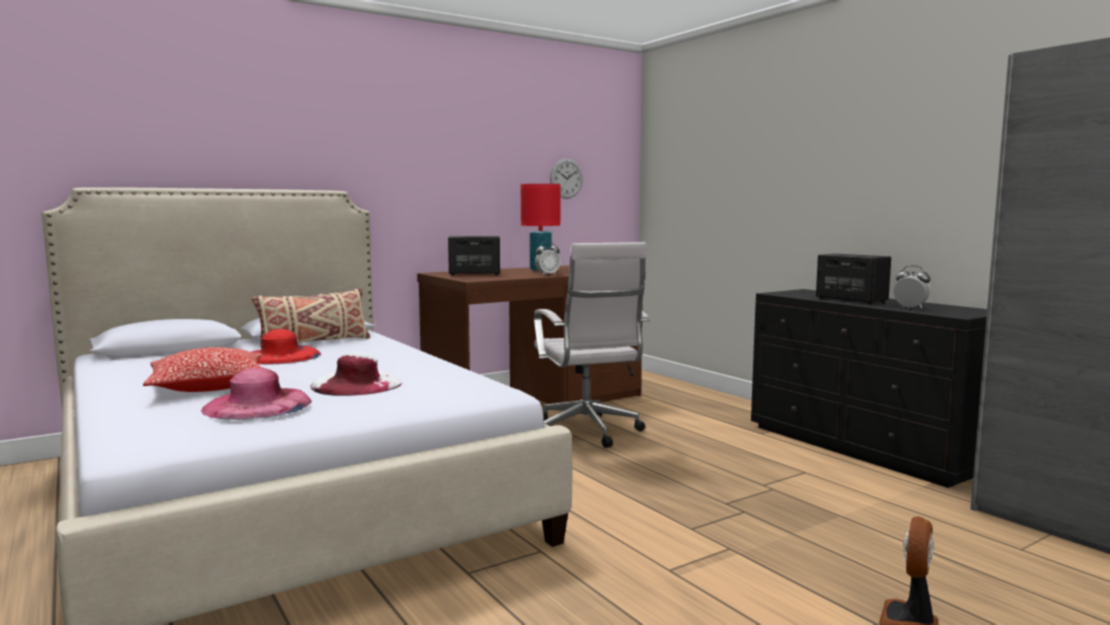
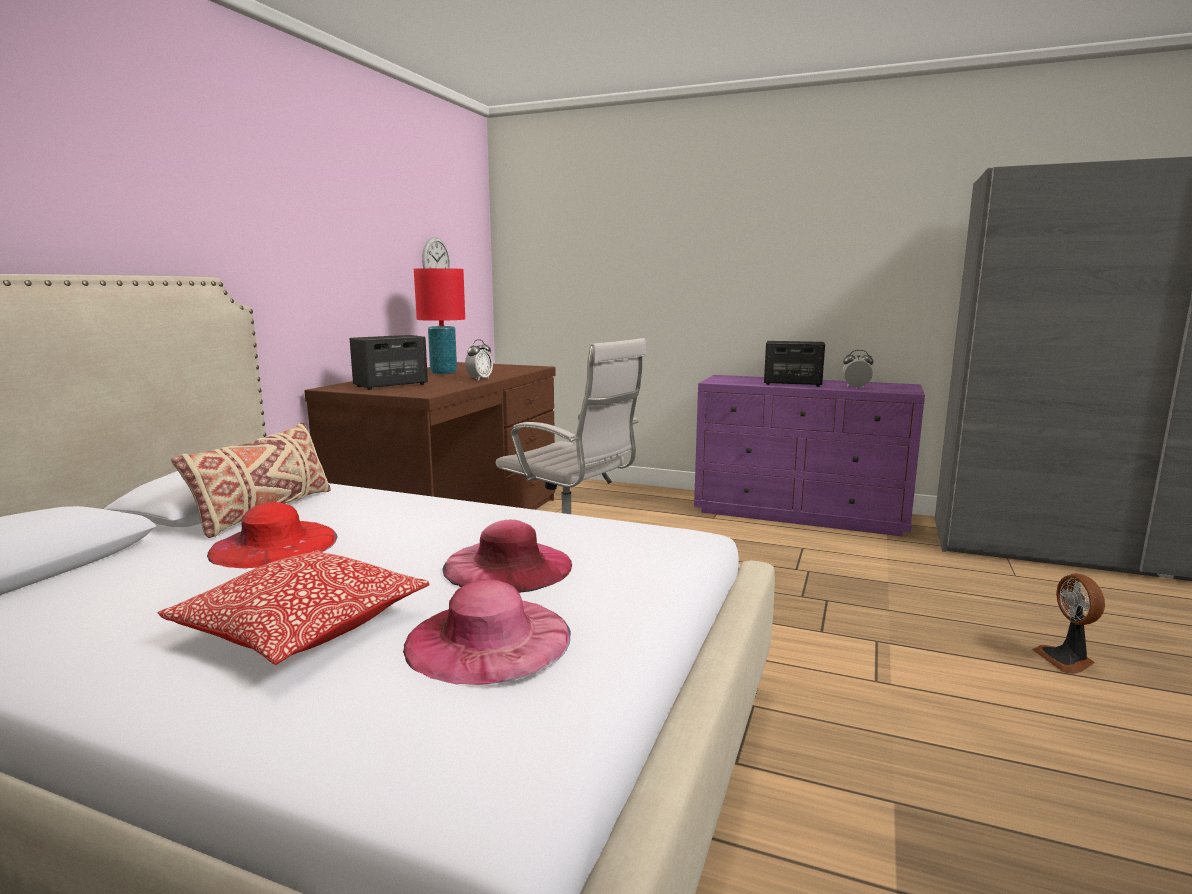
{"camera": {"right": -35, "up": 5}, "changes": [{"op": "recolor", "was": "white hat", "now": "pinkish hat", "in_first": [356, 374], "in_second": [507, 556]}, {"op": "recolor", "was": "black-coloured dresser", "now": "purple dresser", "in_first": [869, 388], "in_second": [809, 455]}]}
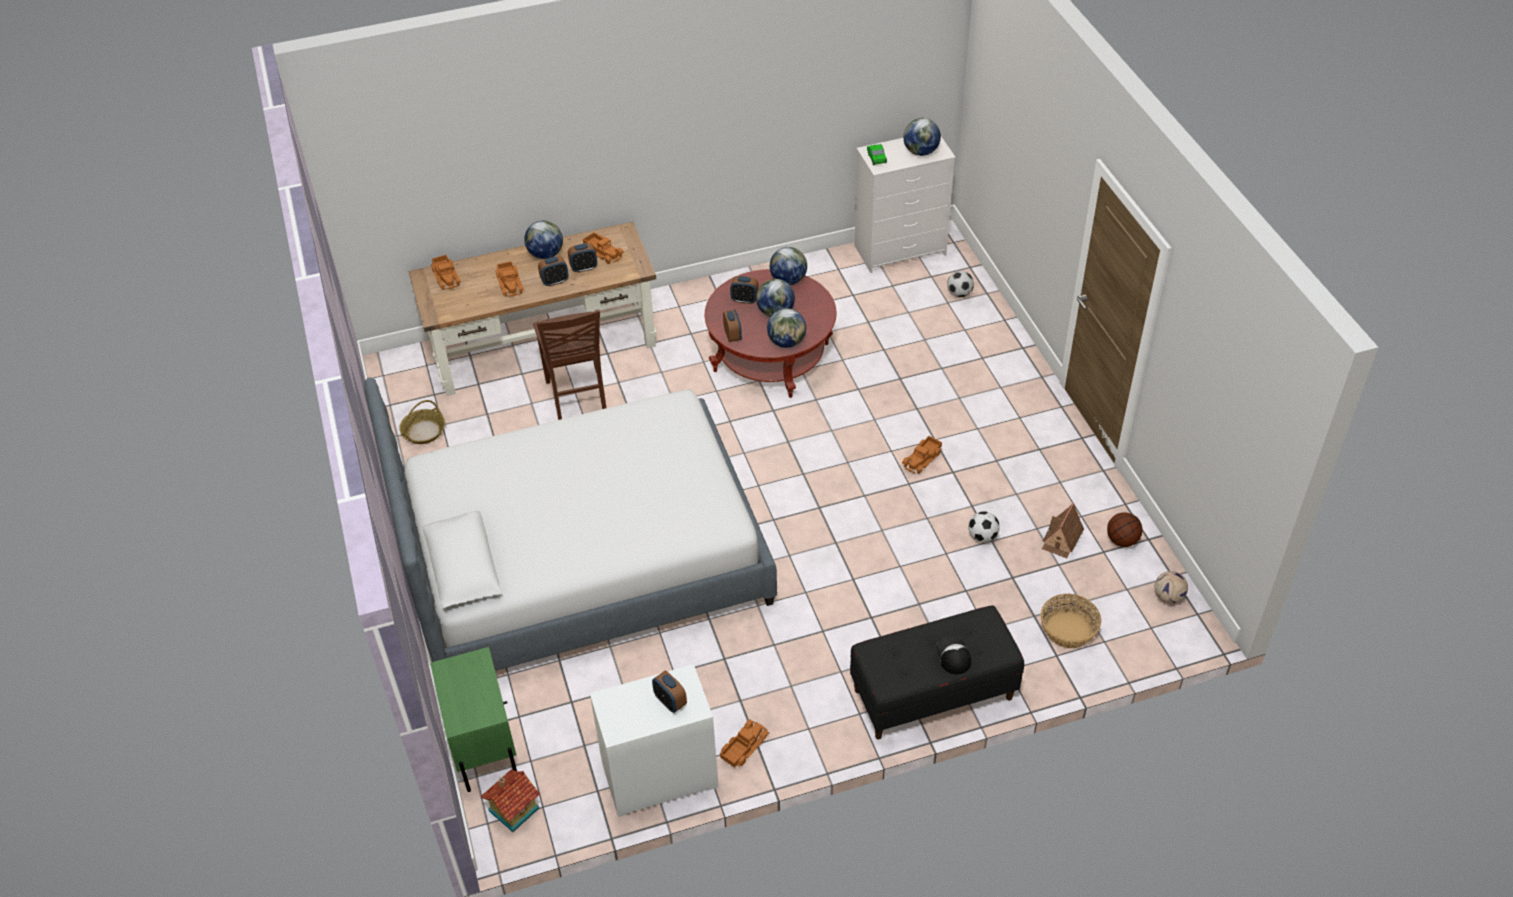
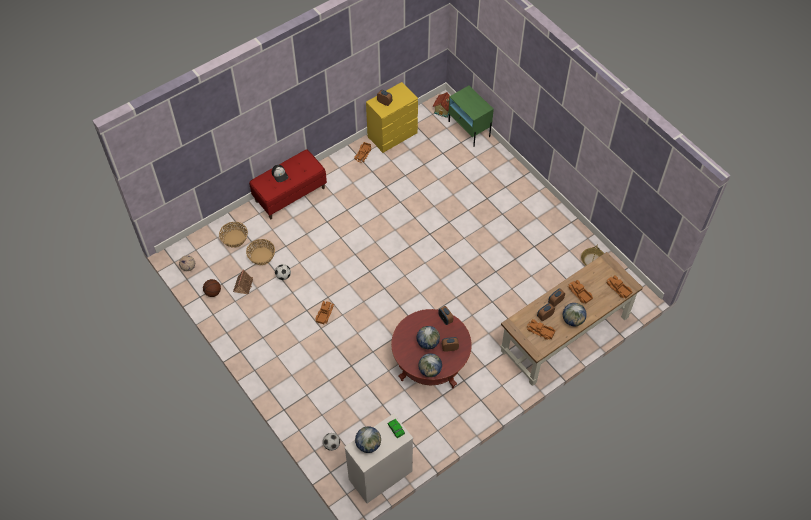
{"camera": {"right": 160, "up": 10}, "changes": [{"op": "insert", "now": "household basket", "in_second": [260, 252]}, {"op": "recolor", "was": "black-coloured bench", "now": "red-coloured bench", "in_first": [937, 672], "in_second": [288, 185]}, {"op": "recolor", "was": "white dresser", "now": "yellowish dresser", "in_first": [654, 740], "in_second": [392, 117]}, {"op": "delete", "was": "sleeping bed", "in_first": [570, 524]}, {"op": "delete", "was": "brown chair", "in_first": [570, 364]}, {"op": "delete", "was": "desk globe", "in_first": [786, 328]}]}
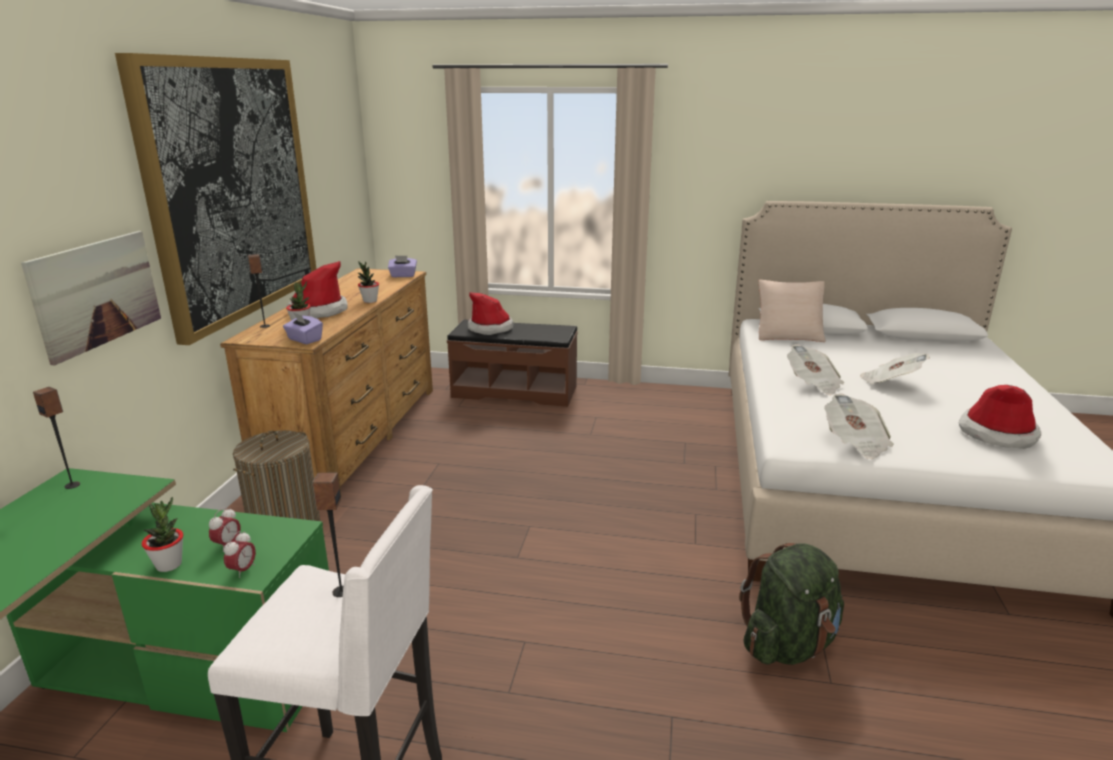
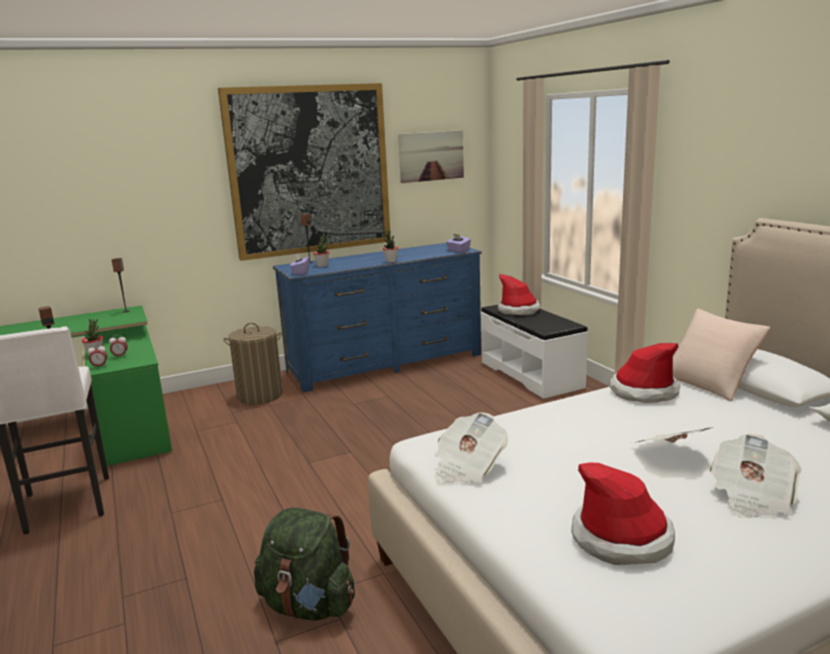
{"camera": {"right": 55, "up": -5}, "changes": [{"op": "recolor", "was": "brown dresser", "now": "blue dresser", "in_first": [326, 381], "in_second": [377, 317]}, {"op": "move", "was": "wall picture", "in_first": [91, 298], "in_second": [431, 156]}, {"op": "recolor", "was": "brown bench", "now": "white bench", "in_first": [512, 363], "in_second": [534, 352]}, {"op": "move", "was": "hat", "in_first": [317, 290], "in_second": [645, 373]}, {"op": "move", "was": "newspaper", "in_first": [815, 369], "in_second": [755, 476]}]}
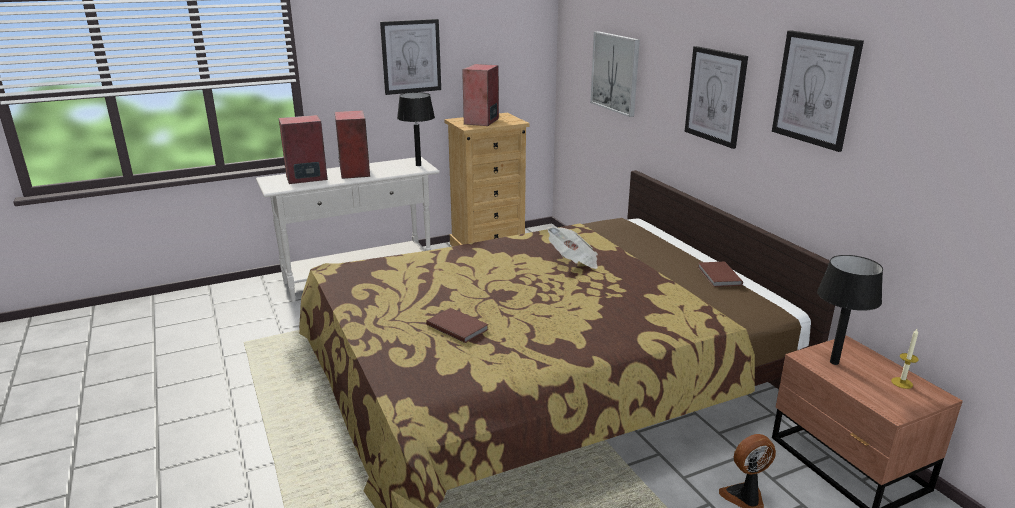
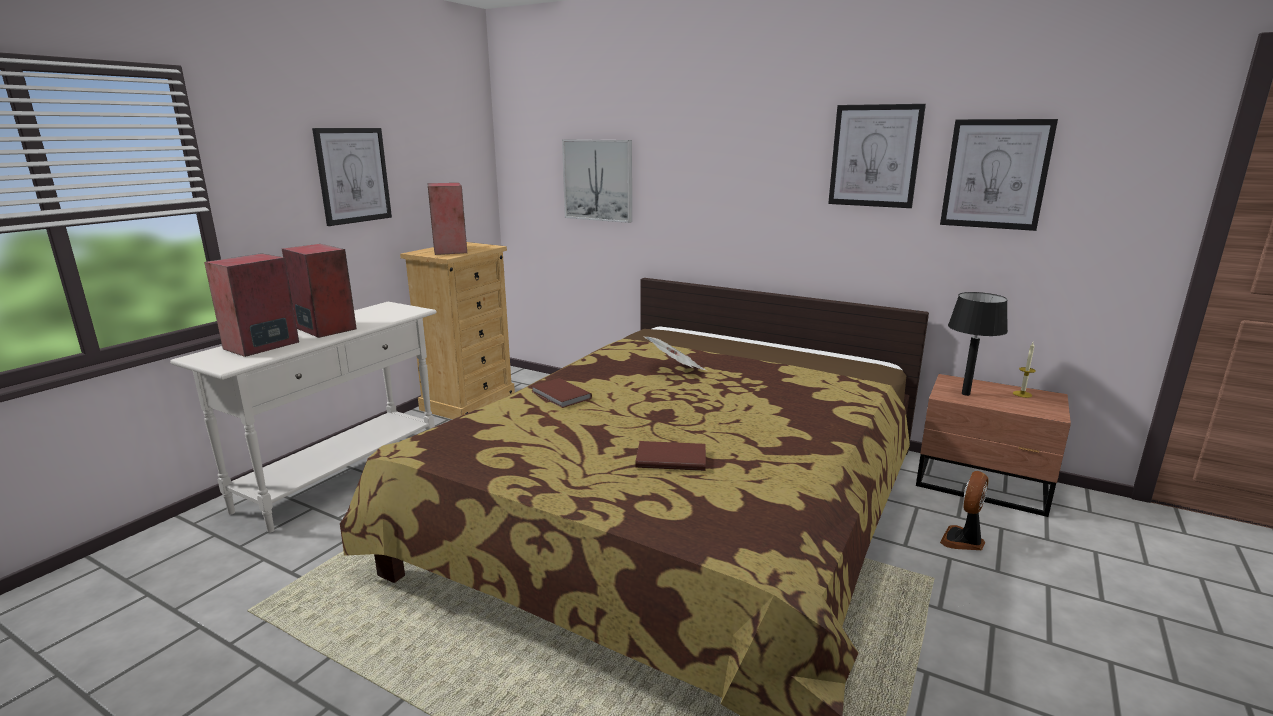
{"camera": {"right": -35, "up": -5}, "changes": [{"op": "move", "was": "brown volume", "in_first": [720, 274], "in_second": [562, 393]}, {"op": "move", "was": "wall picture", "in_first": [716, 97], "in_second": [999, 175]}, {"op": "delete", "was": "black-coloured table lamp", "in_first": [416, 129]}]}
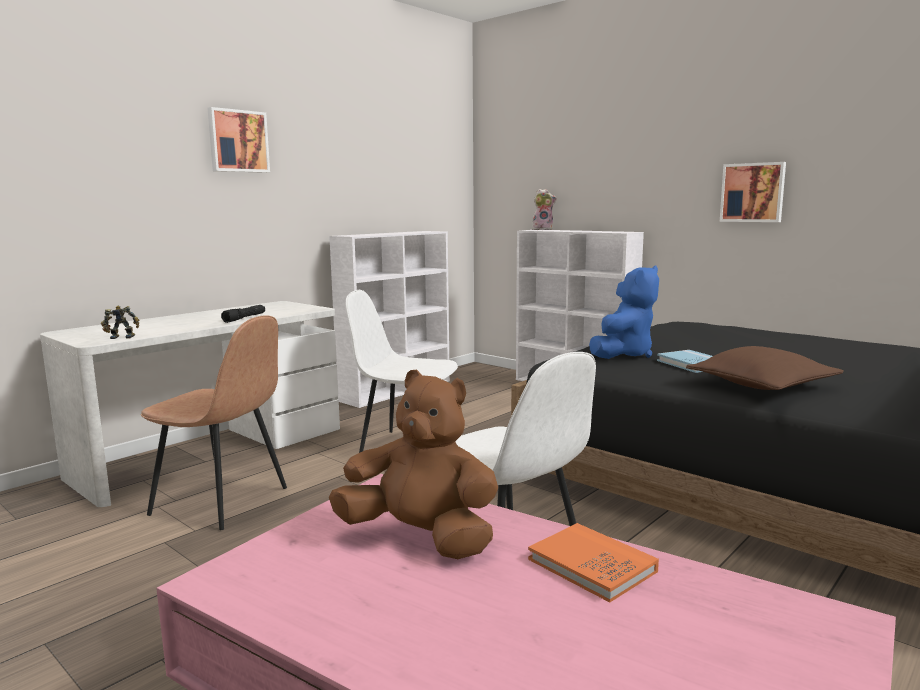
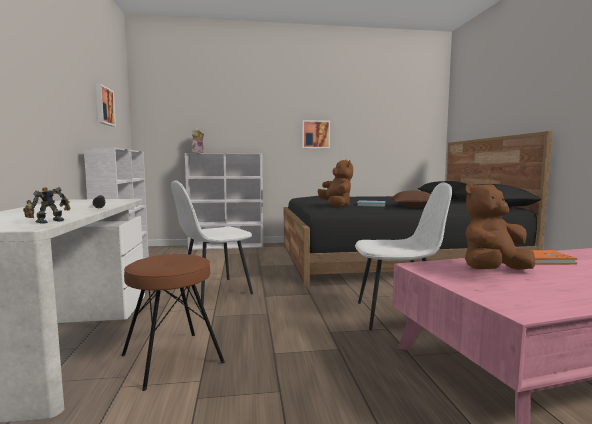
{"camera": {"right": -50, "up": -5}, "changes": [{"op": "move", "was": "wall picture", "in_first": [239, 140], "in_second": [106, 105]}, {"op": "replace", "was": "brown chair", "now": "brown sitting stool", "in_first": [214, 422], "in_second": [173, 322]}, {"op": "recolor", "was": "blue plush toy", "now": "brown plush toy", "in_first": [624, 312], "in_second": [335, 183]}]}
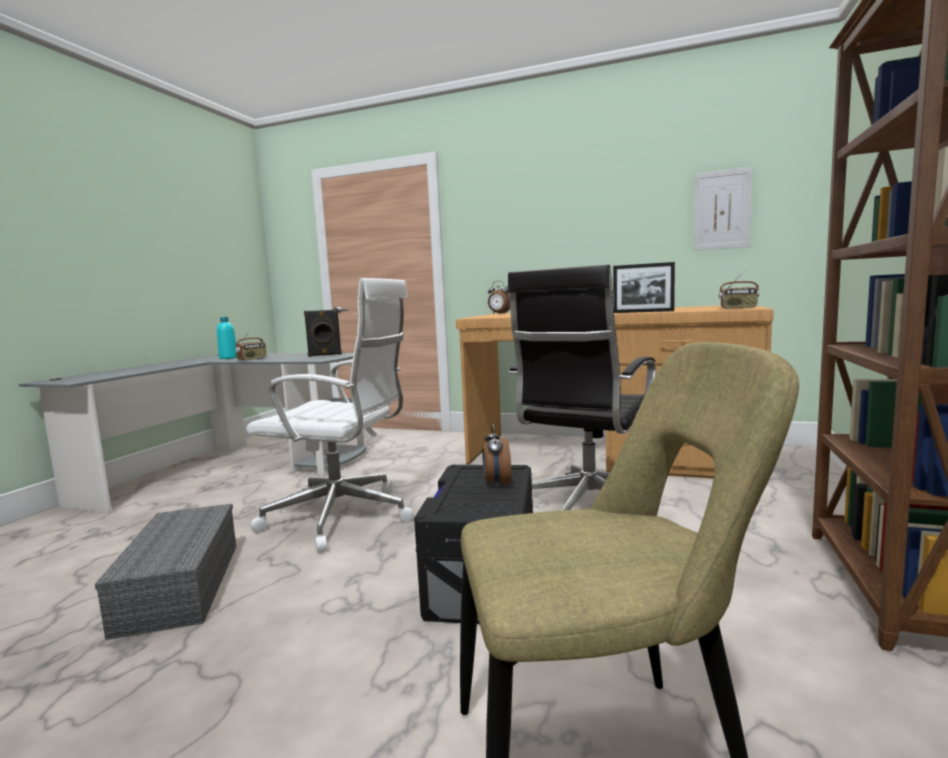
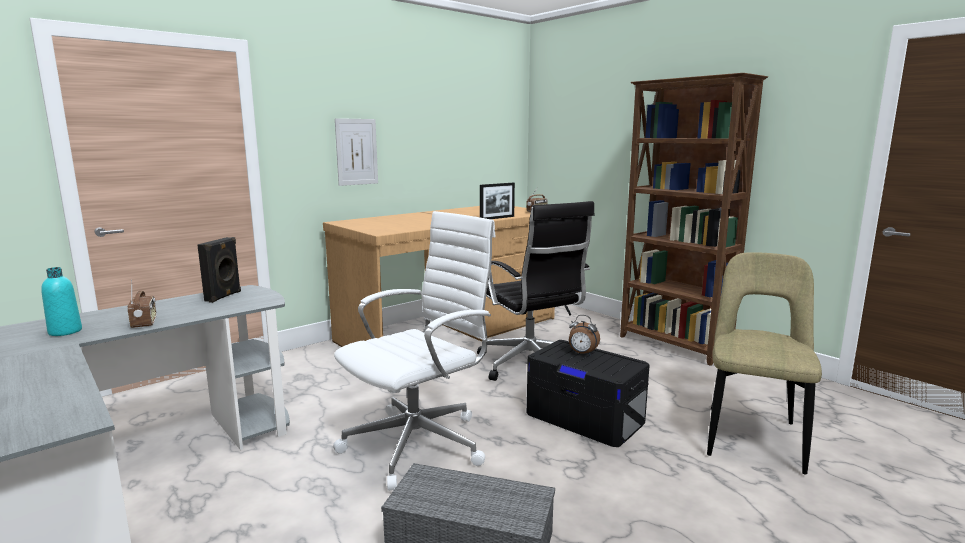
{"camera": {"right": -60, "up": 5}, "changes": [{"op": "move", "was": "wall picture", "in_first": [723, 209], "in_second": [356, 152]}, {"op": "delete", "was": "bedside clock", "in_first": [499, 297]}]}
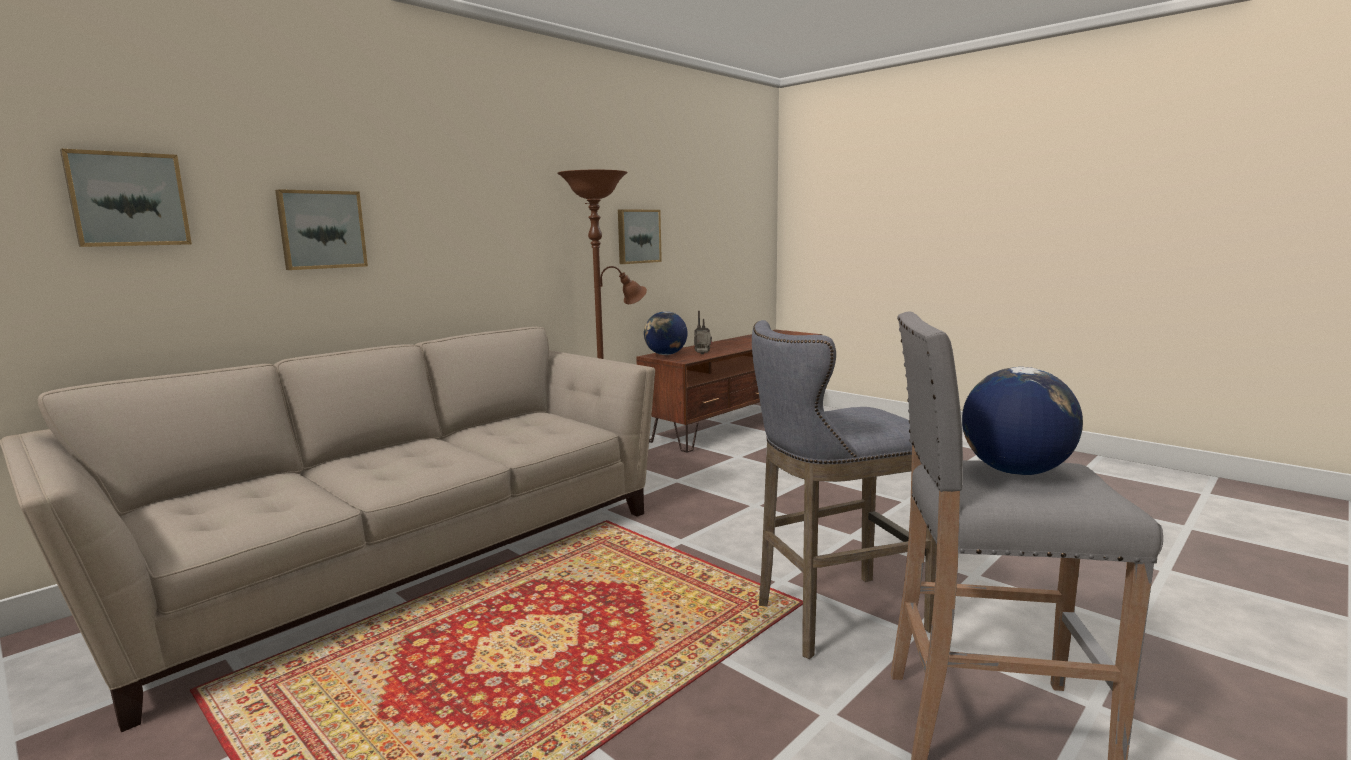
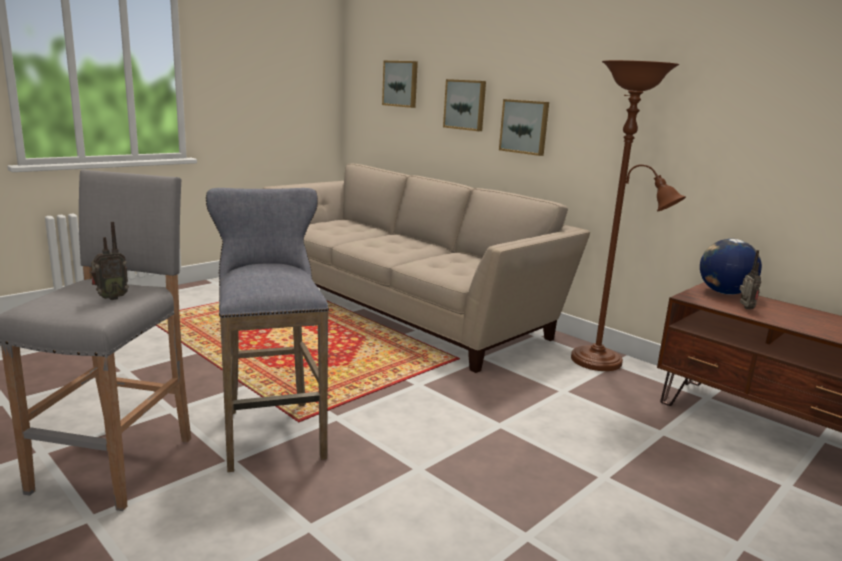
{"camera": {"right": 90, "up": 5}, "changes": [{"op": "replace", "was": "desk globe", "now": "radio", "in_first": [1022, 421], "in_second": [110, 260]}, {"op": "move", "was": "wall picture", "in_first": [640, 236], "in_second": [524, 127]}]}
